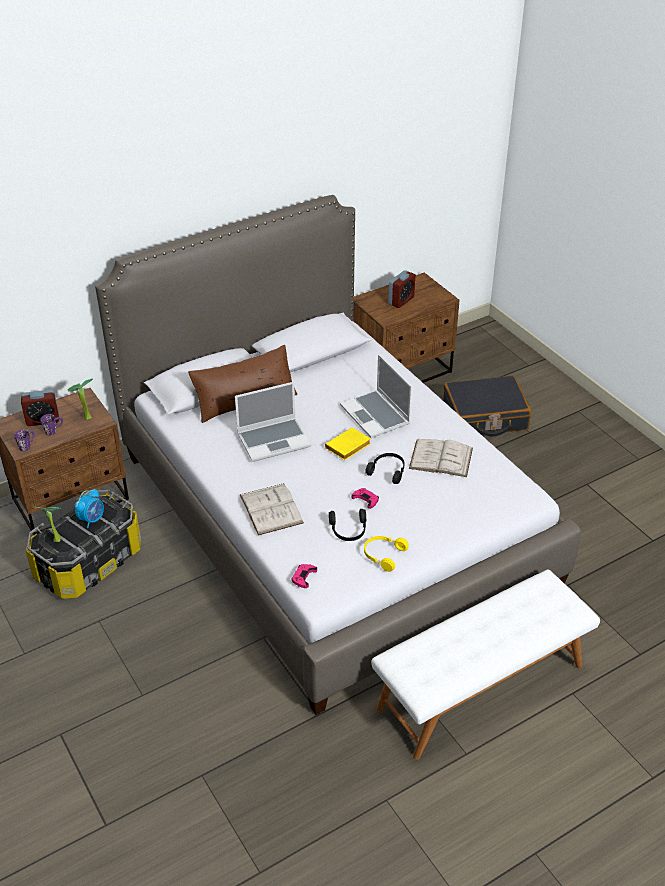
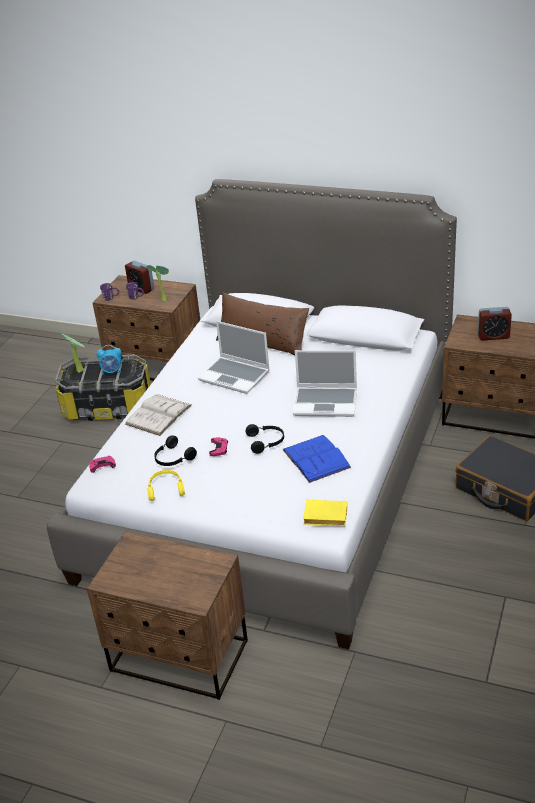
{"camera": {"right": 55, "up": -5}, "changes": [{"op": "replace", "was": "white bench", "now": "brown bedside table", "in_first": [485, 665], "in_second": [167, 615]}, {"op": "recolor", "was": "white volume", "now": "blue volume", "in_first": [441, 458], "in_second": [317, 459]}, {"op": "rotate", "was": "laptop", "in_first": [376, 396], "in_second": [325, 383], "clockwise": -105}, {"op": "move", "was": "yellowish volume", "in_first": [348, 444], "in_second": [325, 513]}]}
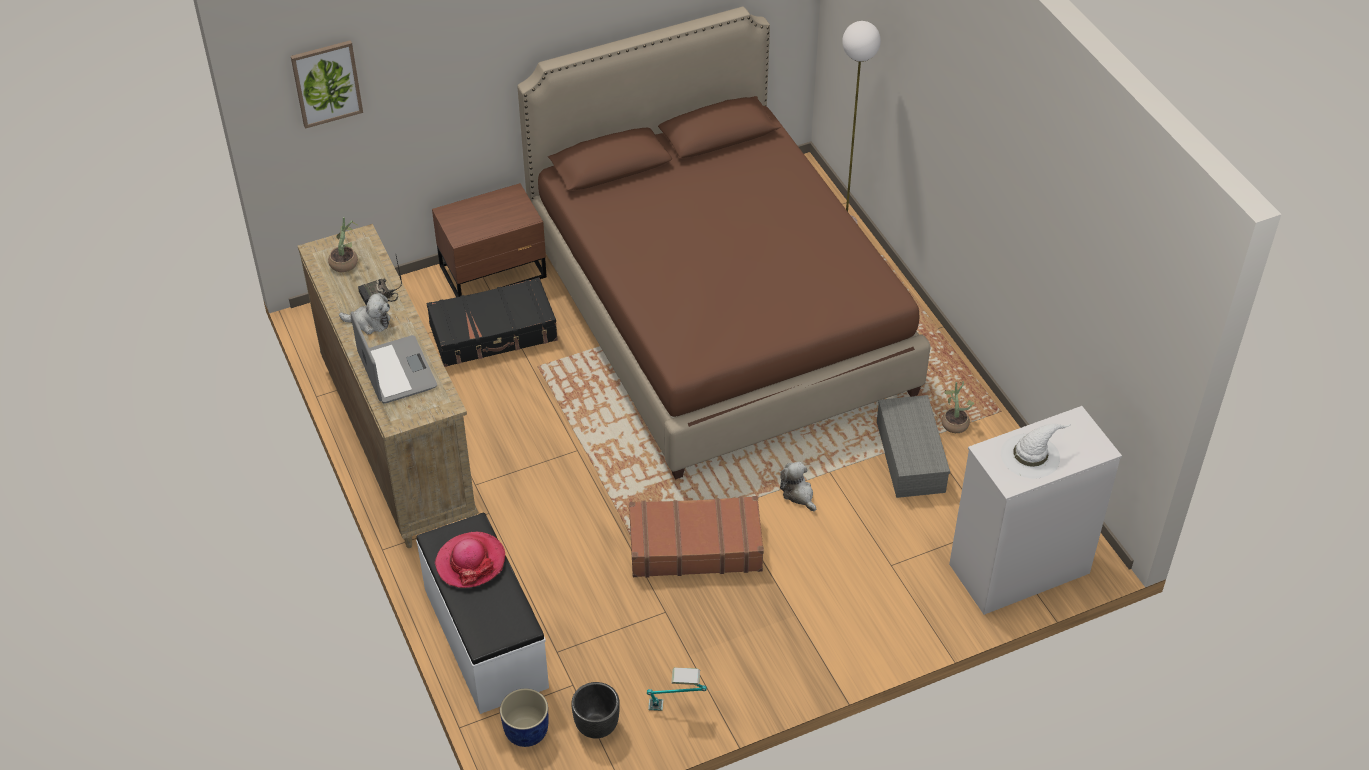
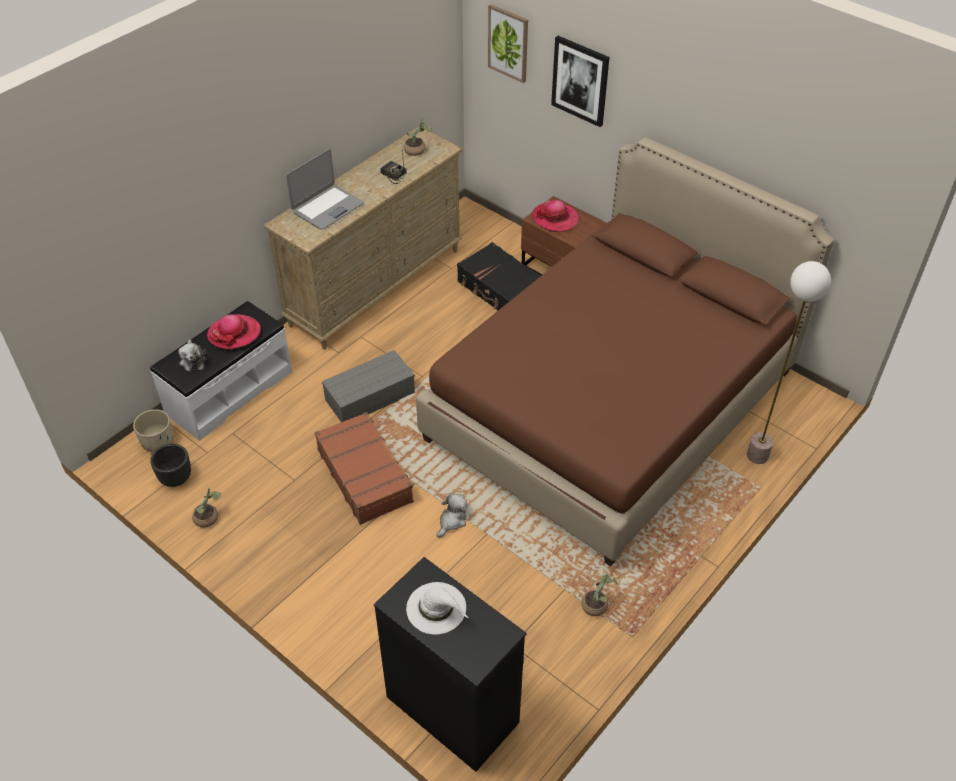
{"camera": {"right": 65, "up": 0}, "changes": [{"op": "recolor", "was": "blue planter", "now": "beige planter", "in_first": [524, 717], "in_second": [153, 431]}, {"op": "move", "was": "plush toy", "in_first": [364, 313], "in_second": [192, 355]}, {"op": "replace", "was": "table lamp", "now": "plant in a pot", "in_first": [677, 689], "in_second": [206, 507]}, {"op": "move", "was": "greyish storage box", "in_first": [913, 446], "in_second": [368, 386]}, {"op": "recolor", "was": "white dresser", "now": "black-coloured dresser", "in_first": [1035, 510], "in_second": [450, 664]}, {"op": "insert", "now": "hat", "in_second": [555, 216]}, {"op": "insert", "now": "wall picture", "in_second": [580, 81]}]}
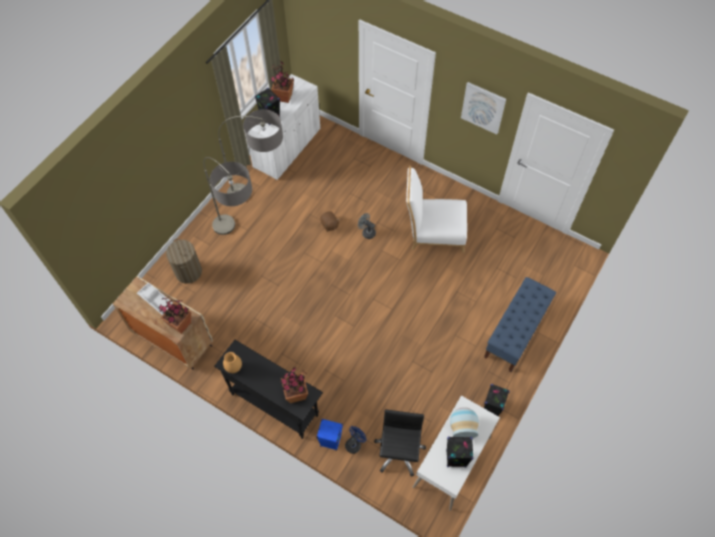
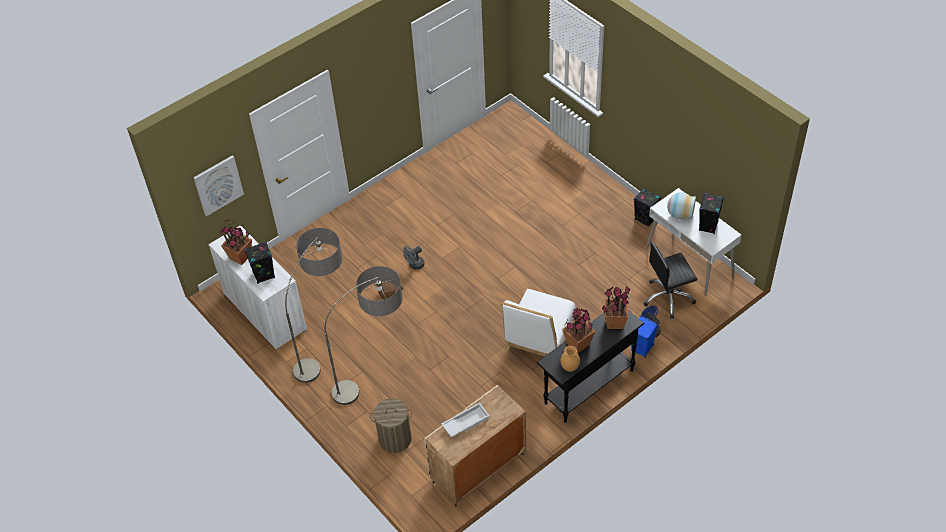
{"camera": {"right": -70, "up": -10}, "changes": [{"op": "move", "was": "wall picture", "in_first": [483, 108], "in_second": [218, 185]}, {"op": "move", "was": "white chair", "in_first": [436, 209], "in_second": [538, 322]}, {"op": "move", "was": "plant in a pot", "in_first": [175, 316], "in_second": [578, 330]}, {"op": "rotate", "was": "black-coloured office chair", "in_first": [400, 443], "in_second": [670, 280], "clockwise": -45}, {"op": "delete", "was": "blue bench", "in_first": [520, 324]}]}
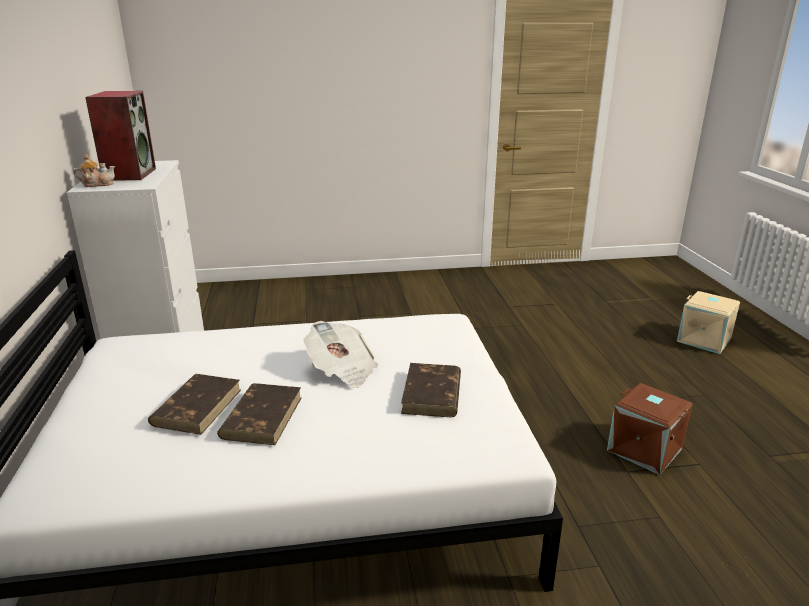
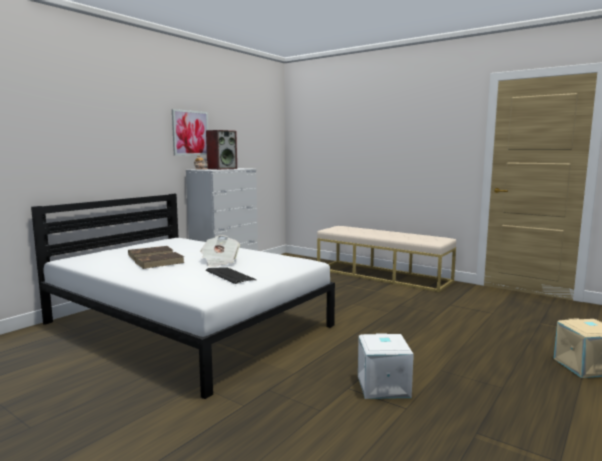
{"camera": {"right": 45, "up": -15}, "changes": [{"op": "insert", "now": "wall picture", "in_second": [190, 132]}, {"op": "replace", "was": "brown volume", "now": "PC keyboard", "in_first": [431, 390], "in_second": [231, 275]}, {"op": "insert", "now": "beige bench", "in_second": [386, 259]}, {"op": "recolor", "was": "brown storage box", "now": "white storage box", "in_first": [650, 429], "in_second": [386, 366]}]}
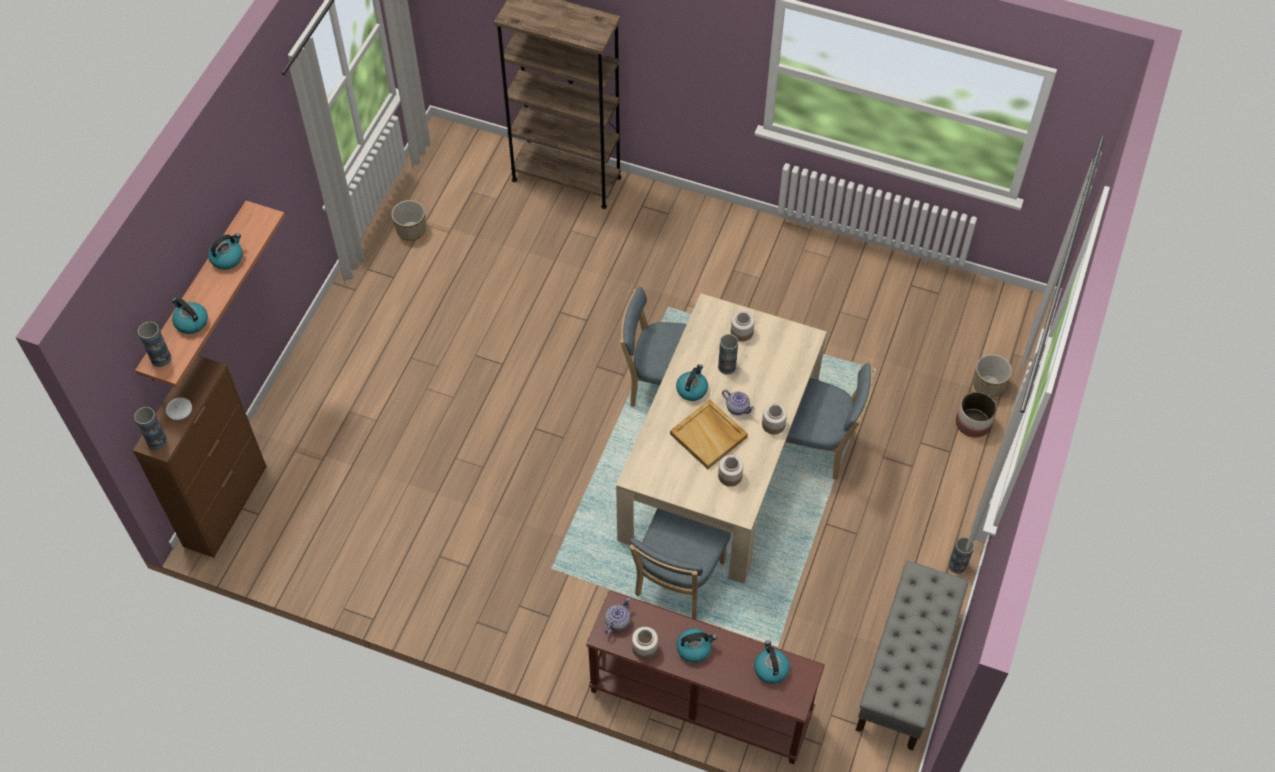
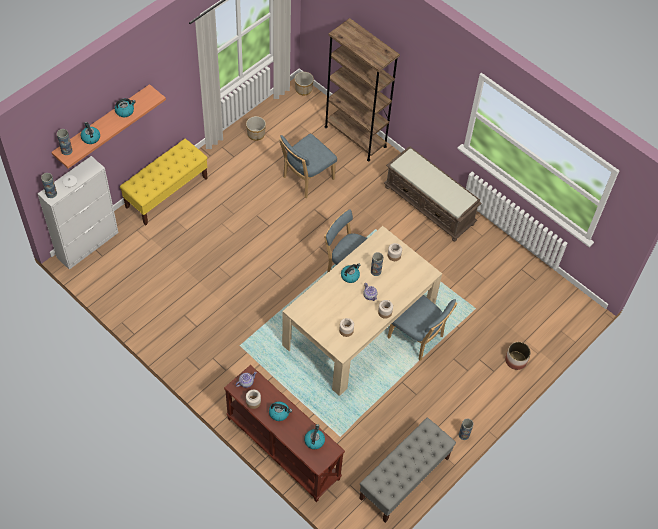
{"camera": {"right": 20, "up": 0}, "changes": [{"op": "recolor", "was": "brown cupboard", "now": "white cupboard", "in_first": [200, 456], "in_second": [78, 213]}, {"op": "insert", "now": "yellowish bench", "in_second": [164, 182]}, {"op": "move", "was": "blue chair", "in_first": [680, 564], "in_second": [308, 166]}, {"op": "move", "was": "planter", "in_first": [992, 375], "in_second": [304, 83]}, {"op": "insert", "now": "brown bench", "in_second": [433, 194]}, {"op": "delete", "was": "beige serving tray", "in_first": [709, 434]}]}
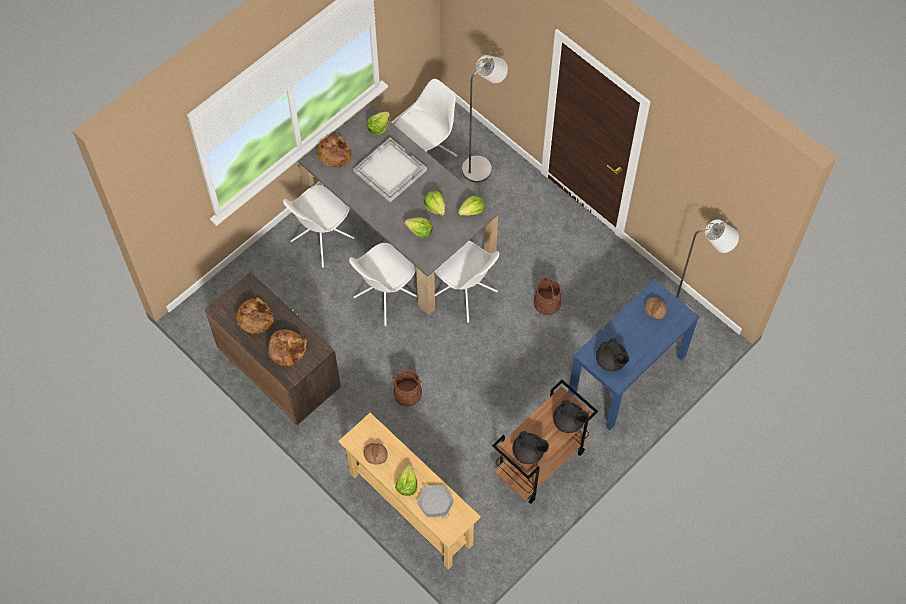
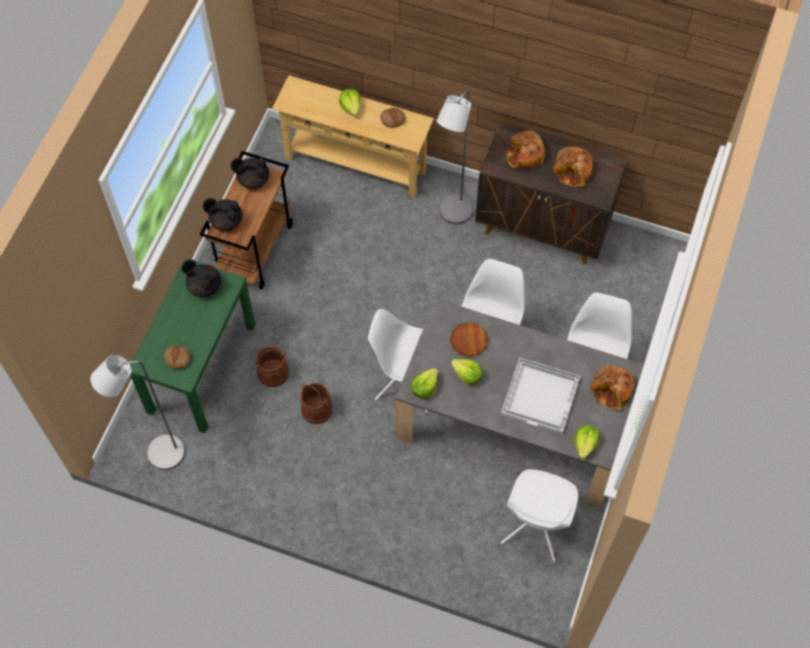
{"camera": {"right": 155, "up": 0}, "changes": [{"op": "recolor", "was": "blue narrow table", "now": "green-coloured narrow table", "in_first": [633, 354], "in_second": [193, 345]}, {"op": "move", "was": "brown bucket", "in_first": [407, 388], "in_second": [271, 366]}, {"op": "move", "was": "greyish floor lamp", "in_first": [485, 118], "in_second": [455, 157]}, {"op": "replace", "was": "lettuce", "now": "brown dinner plate", "in_first": [418, 228], "in_second": [469, 339]}, {"op": "delete", "was": "frying pan", "in_first": [435, 502]}]}
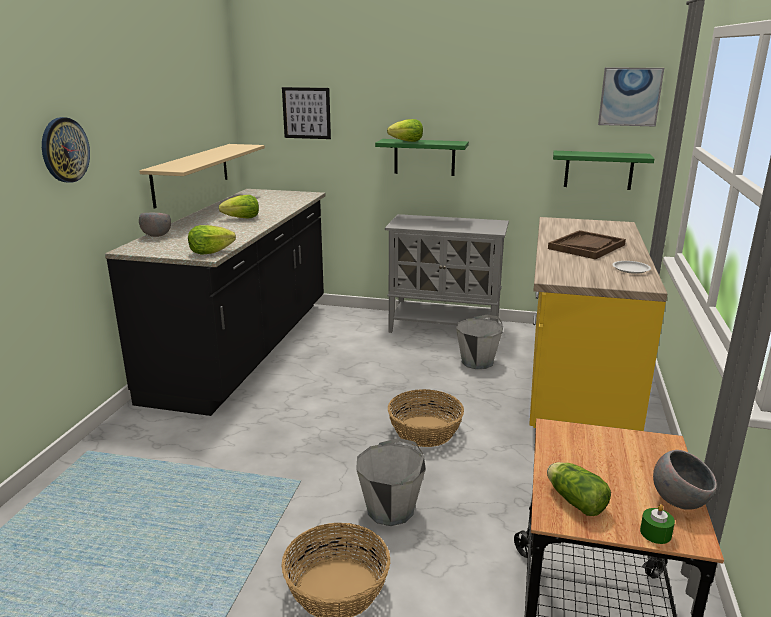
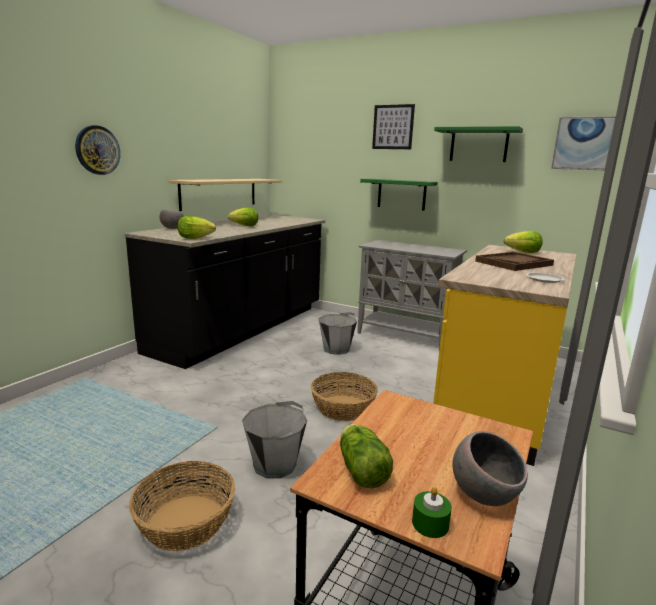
{"camera": {"right": 15, "up": -5}, "changes": [{"op": "move", "was": "greyish bucket", "in_first": [479, 342], "in_second": [337, 333]}, {"op": "move", "was": "wall picture", "in_first": [306, 113], "in_second": [393, 126]}, {"op": "move", "was": "green-coloured wall shelf", "in_first": [603, 170], "in_second": [478, 144]}, {"op": "move", "was": "lettuce", "in_first": [405, 130], "in_second": [523, 242]}]}
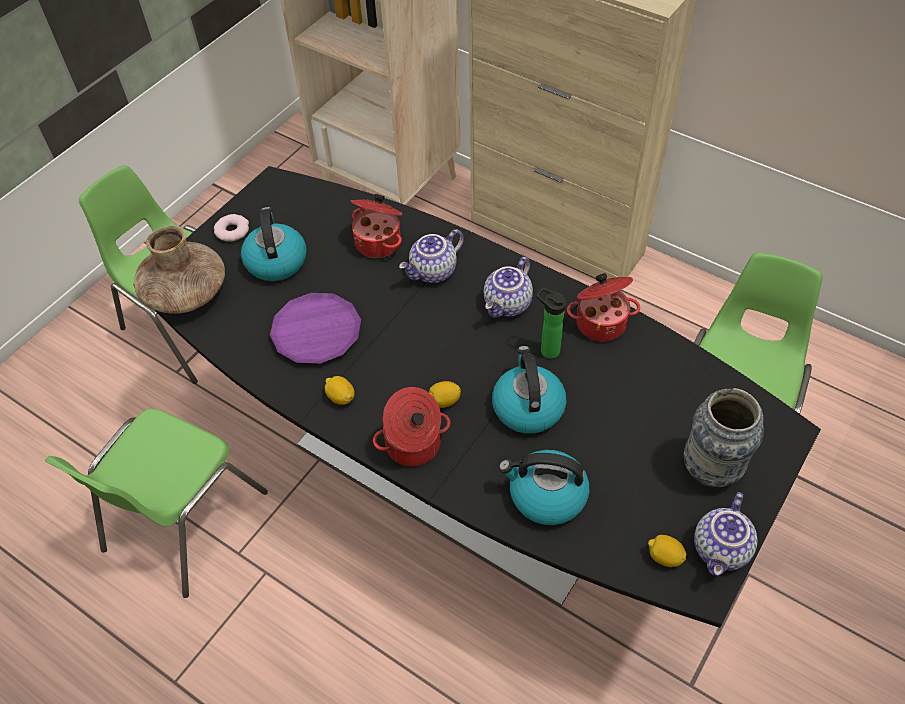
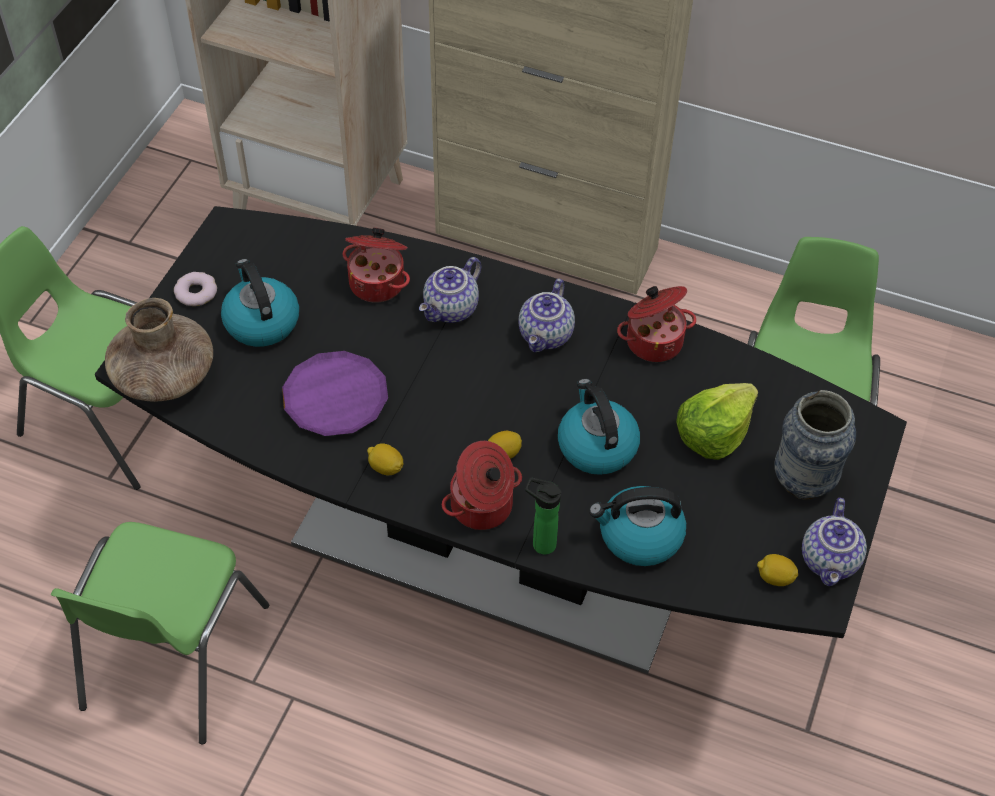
{"camera": {"right": -15, "up": 0}, "changes": [{"op": "move", "was": "beverage bottle", "in_first": [551, 323], "in_second": [543, 516]}, {"op": "insert", "now": "lettuce", "in_second": [717, 421]}]}
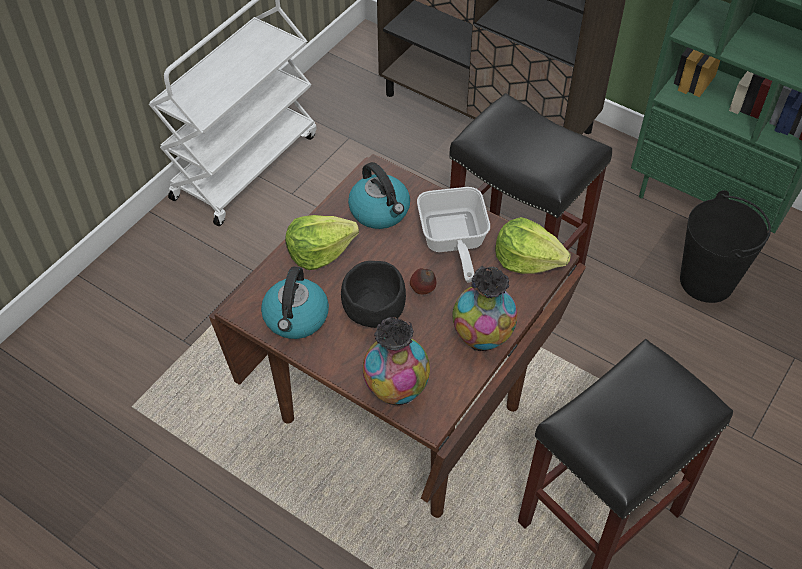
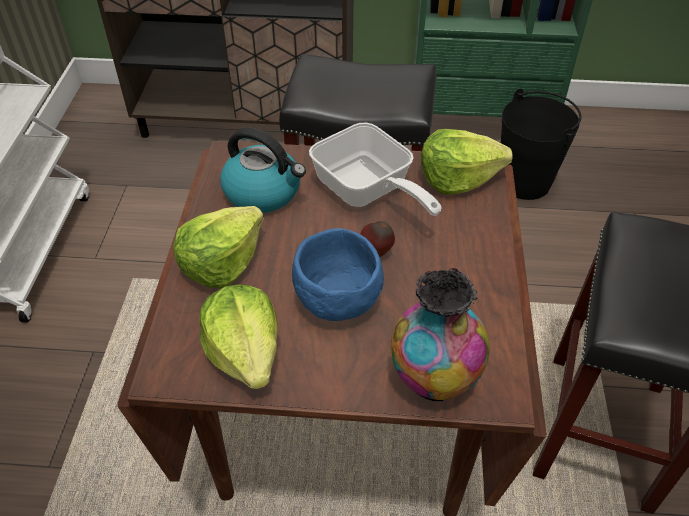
{"camera": {"right": -30, "up": -5}, "changes": [{"op": "replace", "was": "tea kettle", "now": "lettuce", "in_first": [295, 302], "in_second": [238, 336]}, {"op": "recolor", "was": "black-coloured serving bowl", "now": "blue serving bowl", "in_first": [373, 294], "in_second": [338, 274]}, {"op": "delete", "was": "decorative vase", "in_first": [485, 308]}]}
